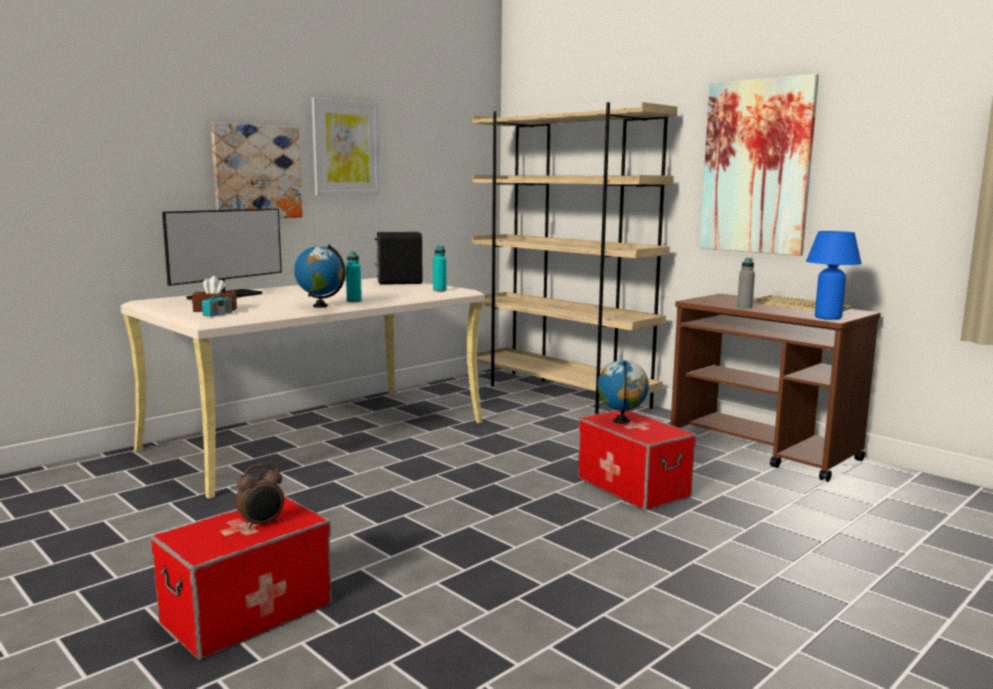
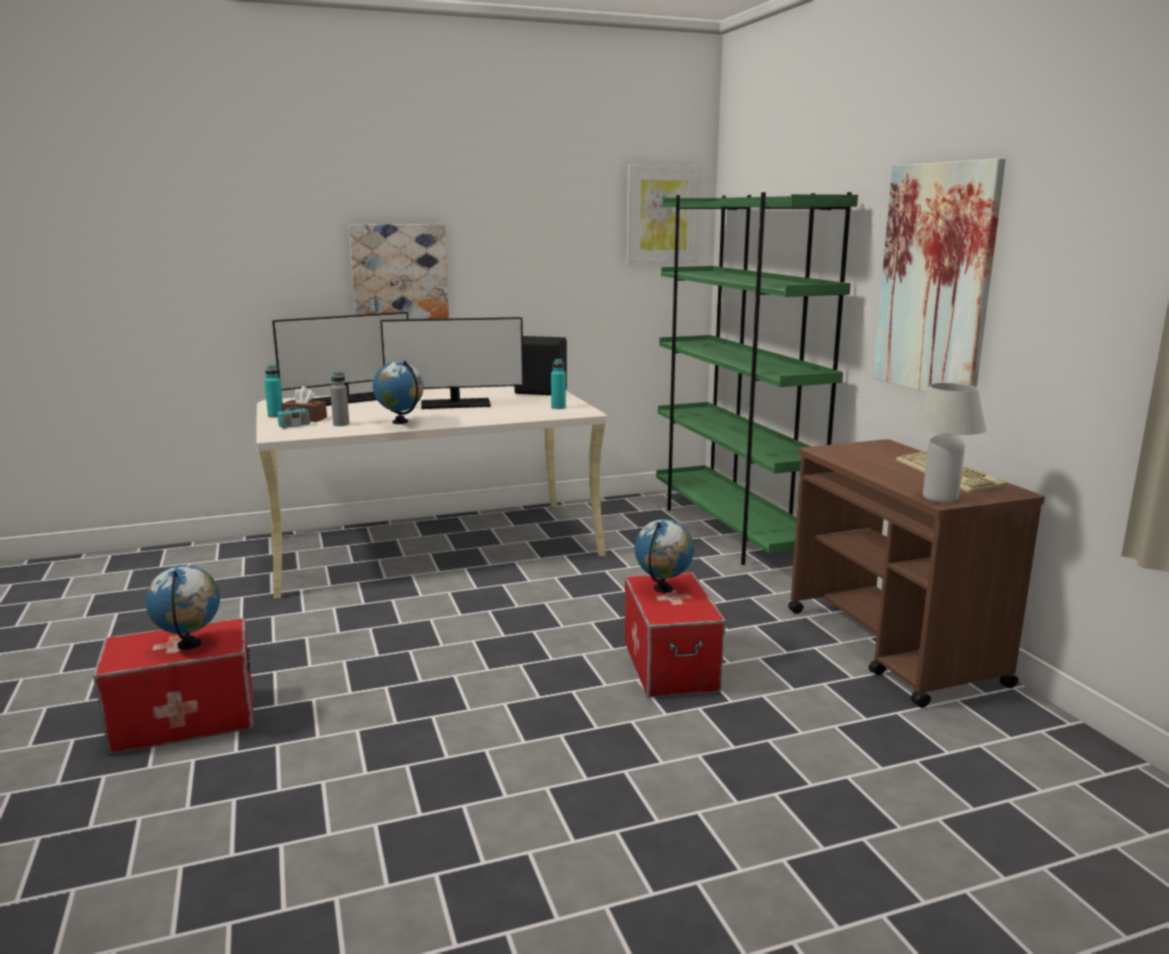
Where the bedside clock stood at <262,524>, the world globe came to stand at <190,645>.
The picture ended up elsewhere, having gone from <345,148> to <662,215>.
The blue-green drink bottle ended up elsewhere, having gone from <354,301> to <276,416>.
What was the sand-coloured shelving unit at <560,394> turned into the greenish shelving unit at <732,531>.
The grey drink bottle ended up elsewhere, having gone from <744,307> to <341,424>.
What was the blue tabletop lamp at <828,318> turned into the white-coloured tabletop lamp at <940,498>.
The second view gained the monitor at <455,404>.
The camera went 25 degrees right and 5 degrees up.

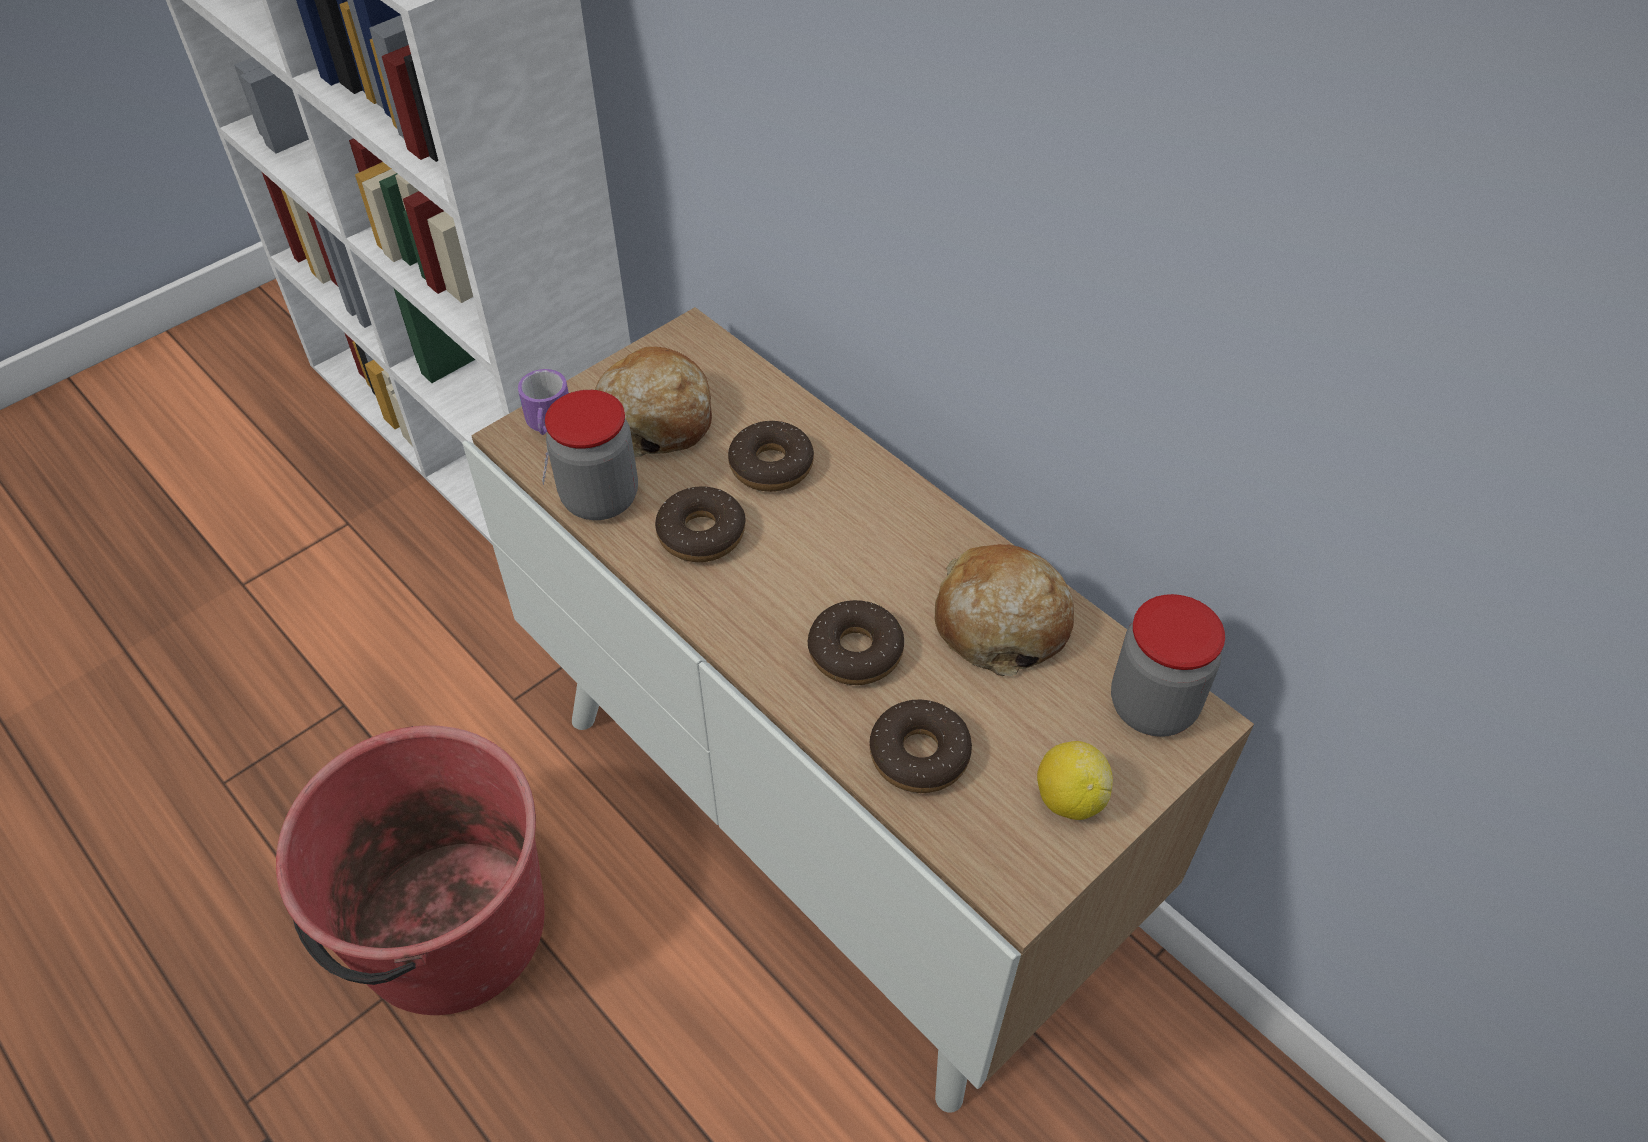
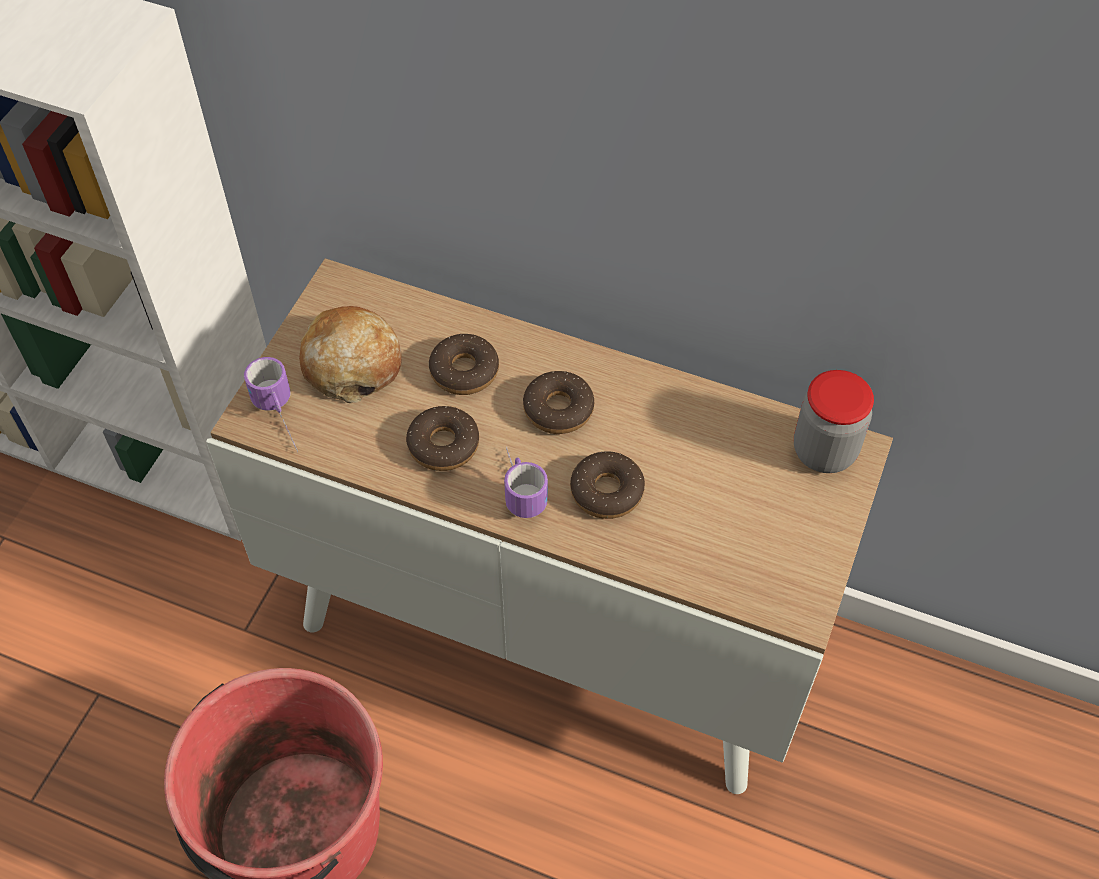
The second view lost the jar at <600,498>.
The doughnut ended up elsewhere, having gone from <919,755> to <558,409>.
The second view lost the baked bread at <1000,622>.
The second view lost the whole lemon at <1069,798>.
The second view gained the mug at <519,487>.
The camera went 25 degrees left and 5 degrees up.

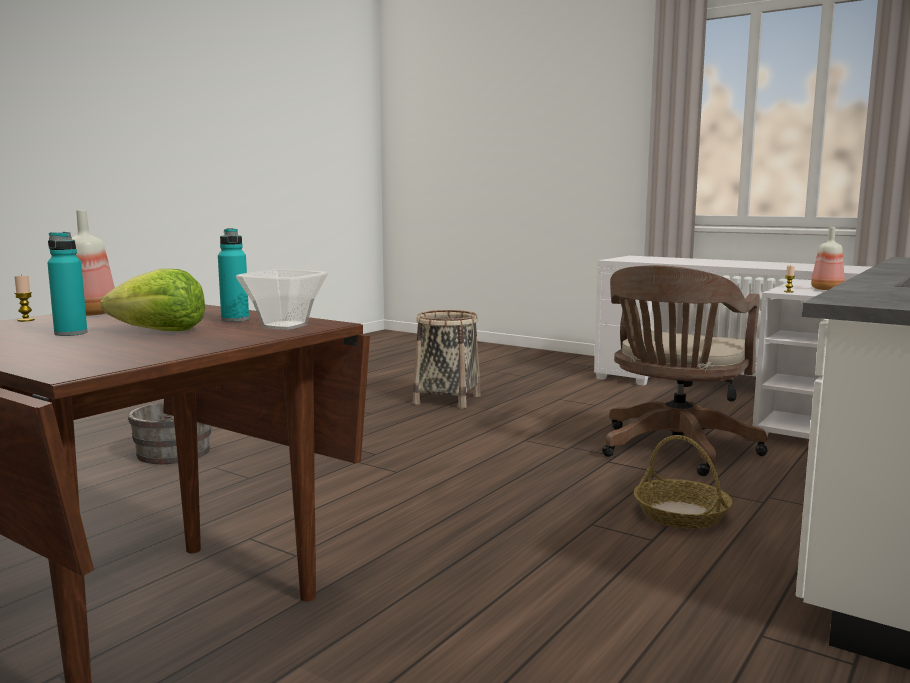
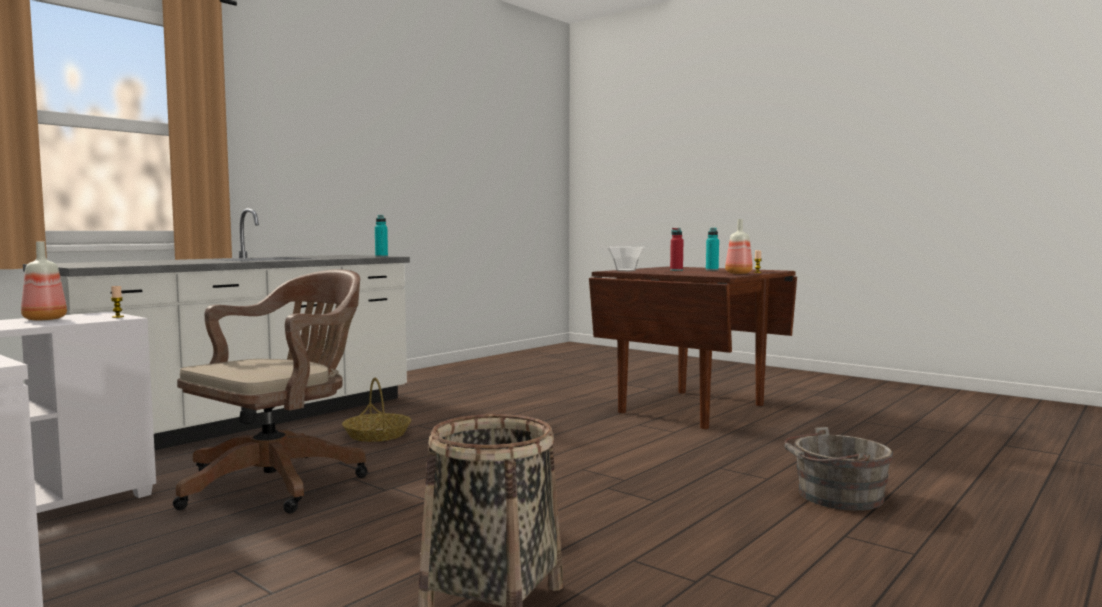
Where the lettuce stood at <160,331>, the reddish drink bottle came to stand at <676,270>.
The blue-green drink bottle ended up elsewhere, having gone from <235,319> to <381,257>.
The camera went 175 degrees left and 5 degrees down.

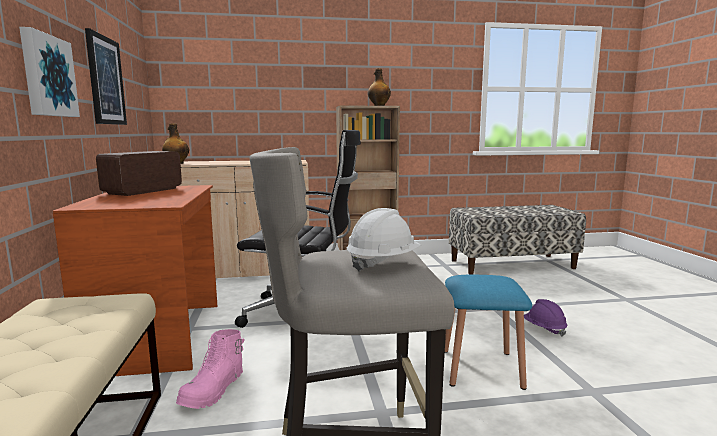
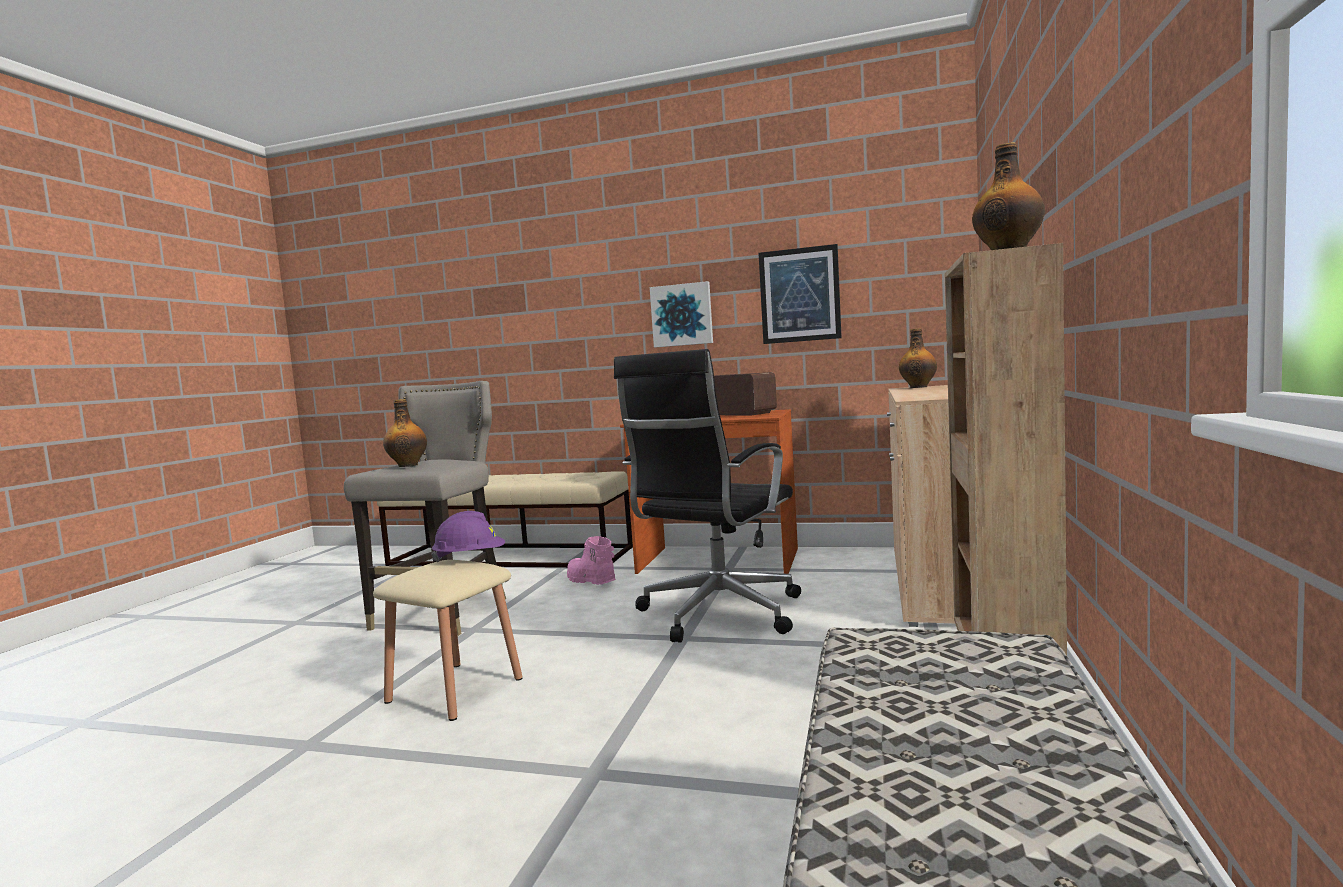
Where the white-coloured safety helmet stood at <383,263>, the drink bottle came to stand at <408,465>.
What was the blue sitting stool at <481,368> turned into the sand-coloured sitting stool at <455,690>.
The purple safety helmet ended up elsewhere, having gone from <543,329> to <470,559>.
The camera went 115 degrees right and 5 degrees down.

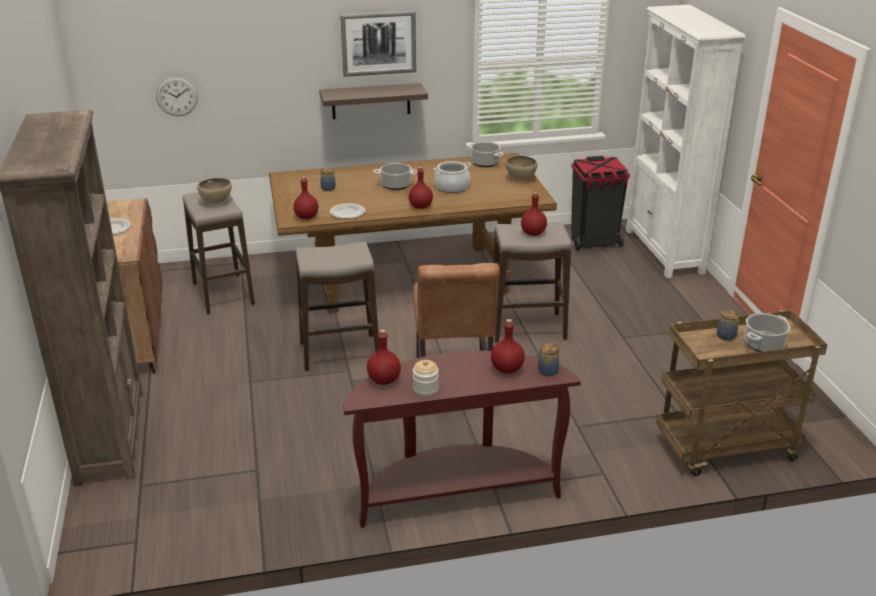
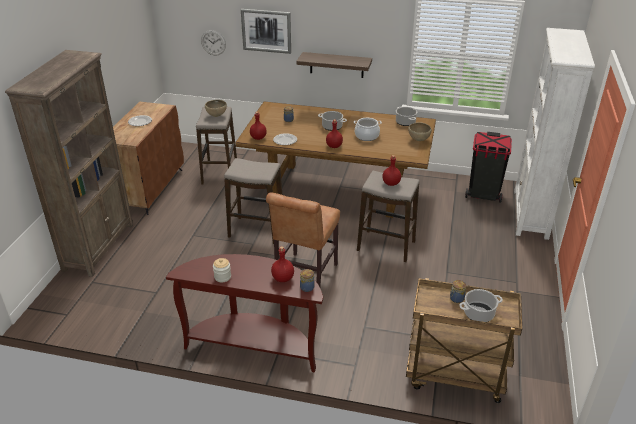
The picture ended up elsewhere, having gone from <378,43> to <266,31>.
The second view lost the reddish drink bottle at <384,380>.
The camera went 25 degrees right and 5 degrees up.

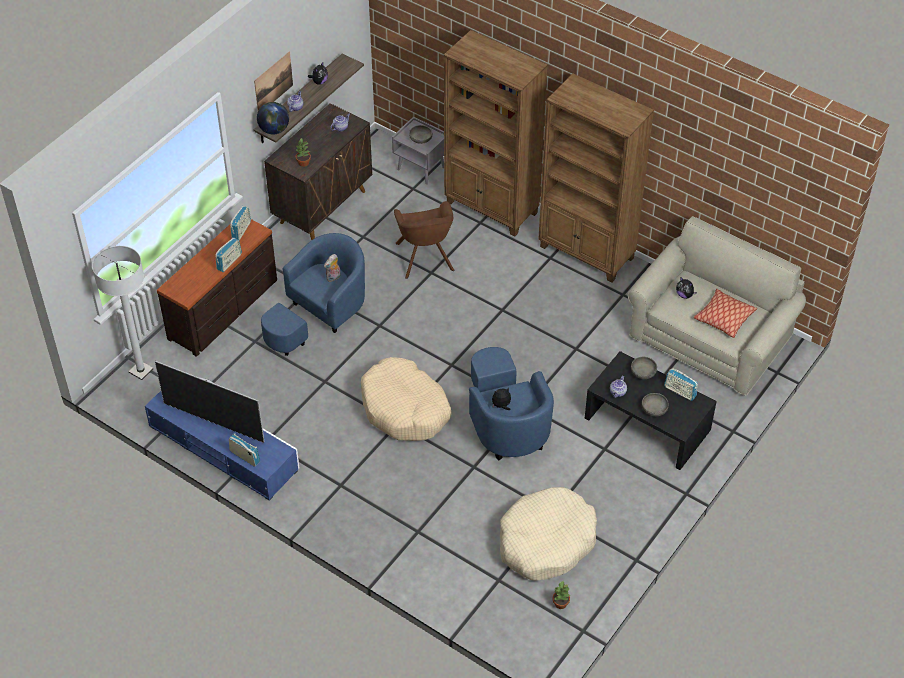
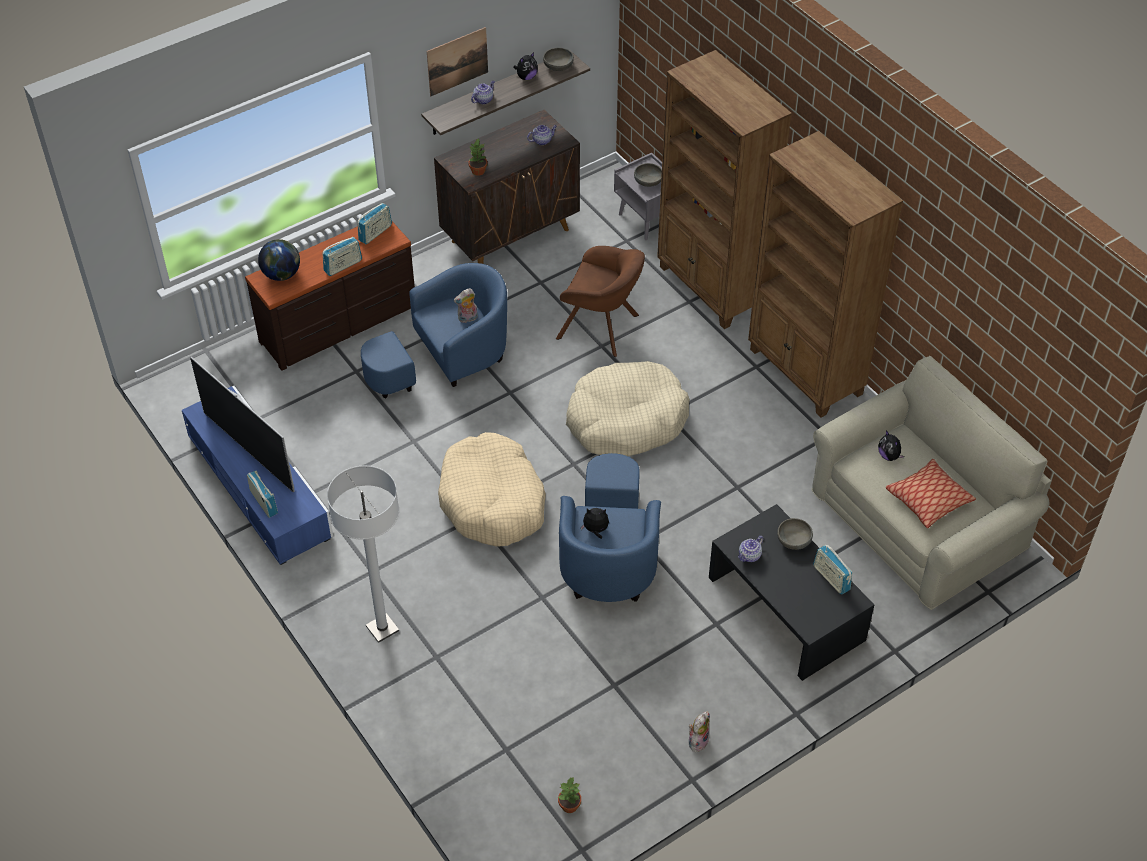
The white-coloured standing lamp ended up elsewhere, having gone from <141,371> to <382,629>.
The world globe ended up elsewhere, having gone from <274,130> to <282,274>.
The brown-coloured easy chair at <425,259> ended up facing another way, 75 degrees counterclockwise from before.
The sand-coloured dog cushion ended up elsewhere, having gone from <546,541> to <626,420>.
The grey bowl ended up elsewhere, having gone from <654,410> to <558,66>.
The second view gained the plush toy at <697,740>.
The camera went 20 degrees right and 0 degrees up.

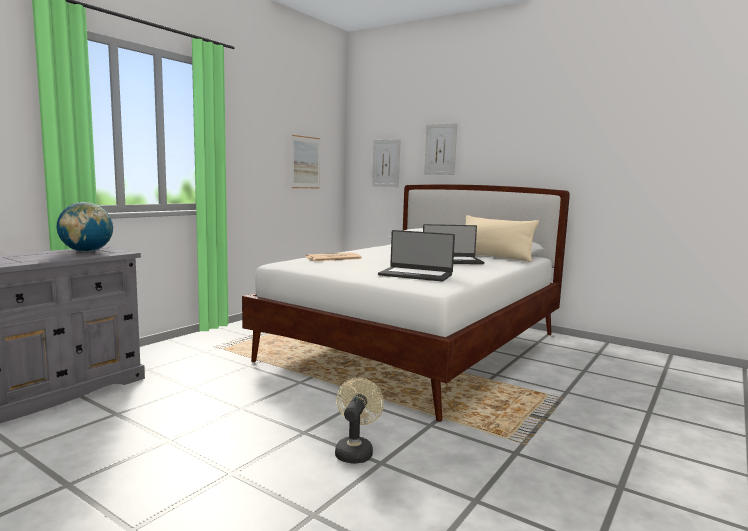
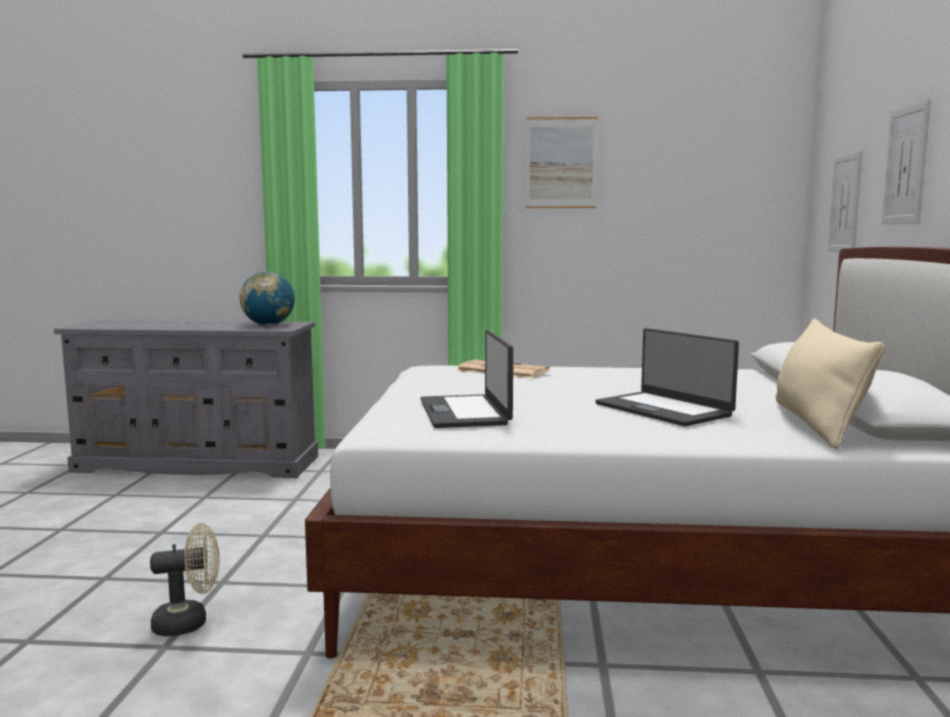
The picture ended up elsewhere, having gone from <305,162> to <561,163>.
The camera went 60 degrees right and 0 degrees up.

